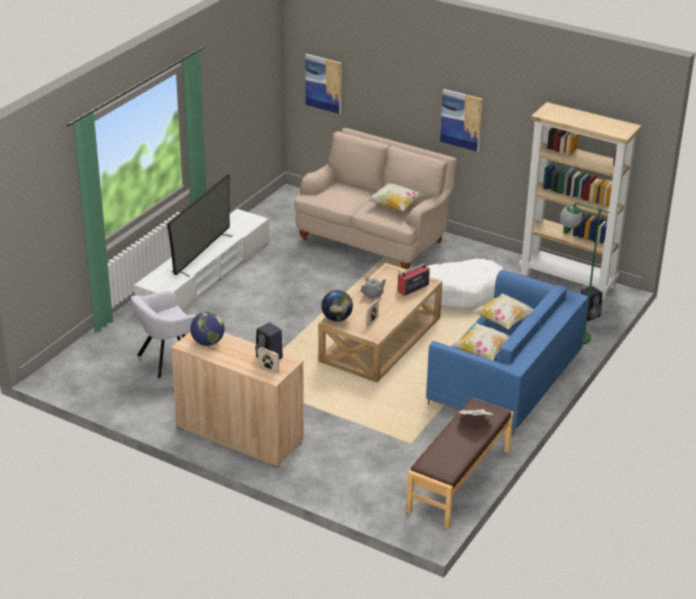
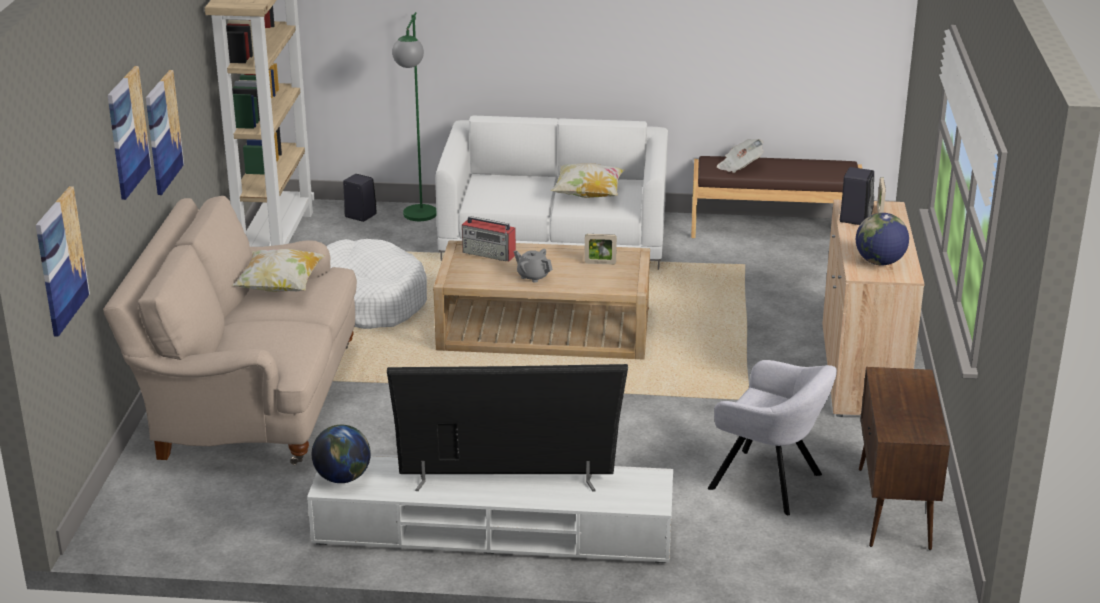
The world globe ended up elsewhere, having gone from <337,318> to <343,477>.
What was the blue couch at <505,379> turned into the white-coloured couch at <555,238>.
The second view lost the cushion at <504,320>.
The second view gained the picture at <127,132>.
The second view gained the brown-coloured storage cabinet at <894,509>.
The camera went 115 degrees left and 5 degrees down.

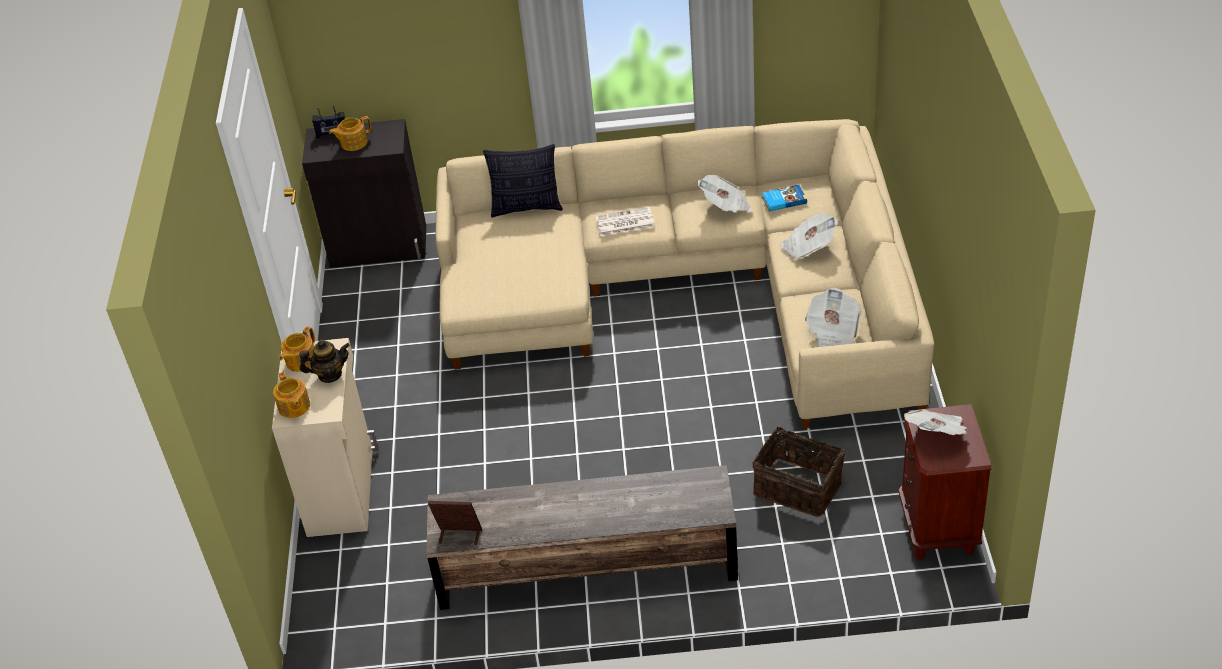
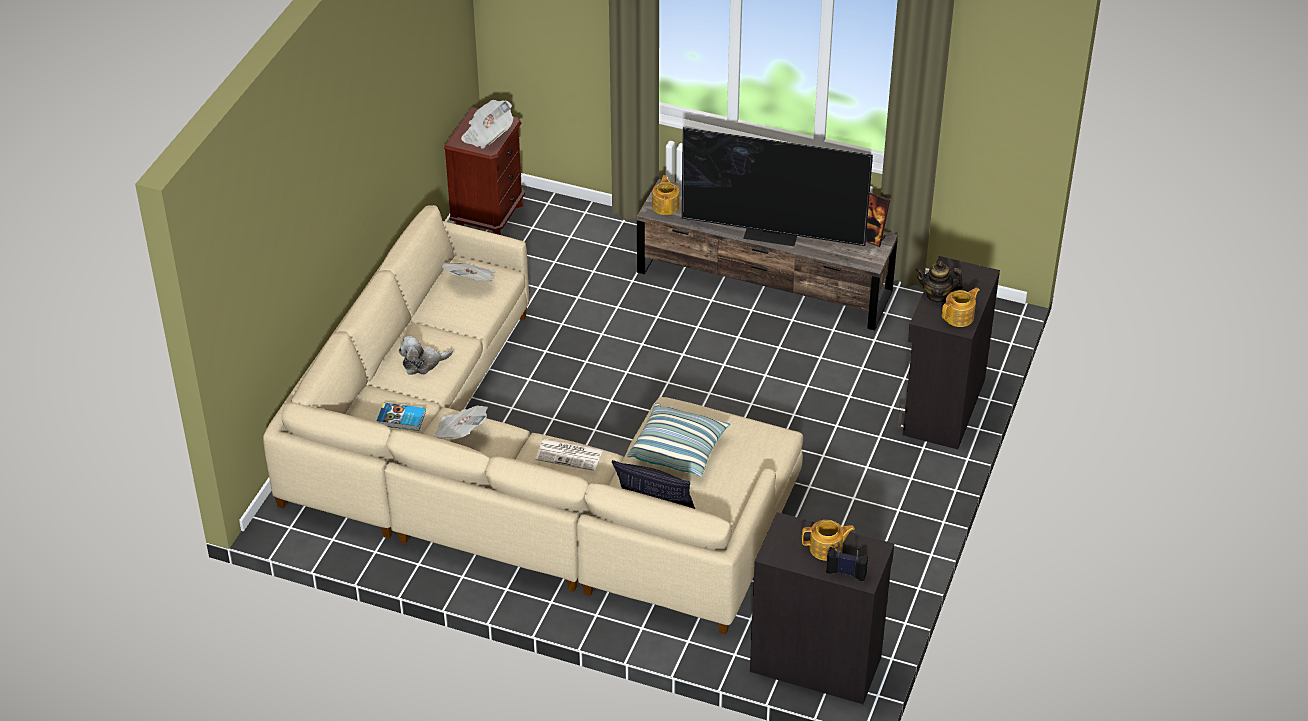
What was the sand-coloured storage cabinet at <342,490> turned into the black-coloured storage cabinet at <942,407>.
The teapot ended up elsewhere, having gone from <294,407> to <666,206>.
The second view lost the household basket at <798,486>.
Where the printed paper stood at <808,247>, the plush toy came to stand at <423,363>.
The second view gained the cushion at <678,450>.
The second view gained the TV at <772,233>.
The camera went 160 degrees left and 0 degrees up.

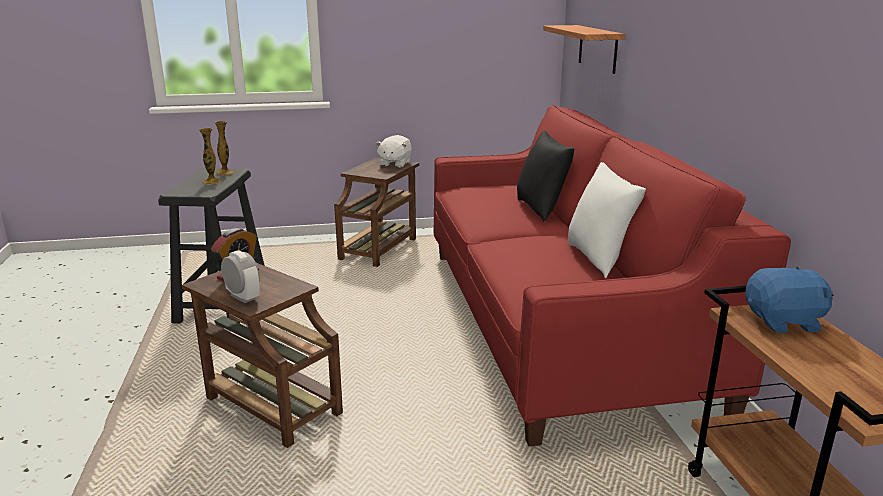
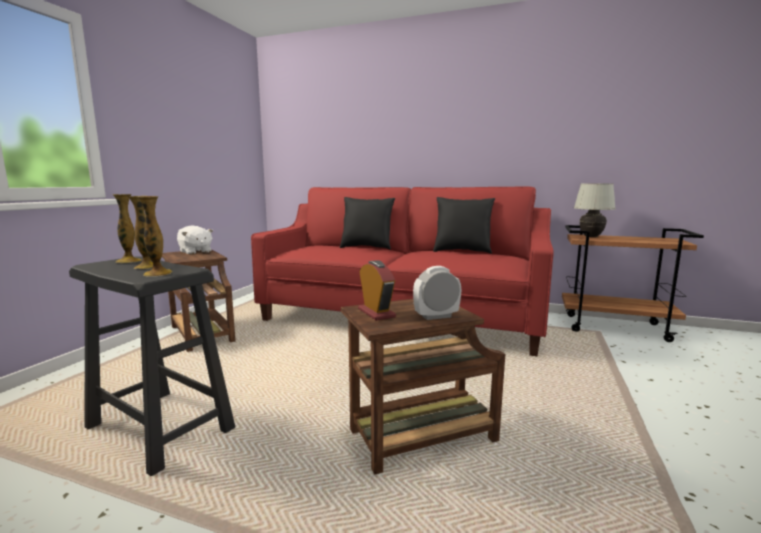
The second view lost the wall shelf at <597,48>.
What was the white-coloured cushion at <599,259> turned into the black-coloured cushion at <462,251>.
Where the blue plush toy stood at <784,322>, the white-coloured tabletop lamp came to stand at <591,237>.
The second view gained the flower vase at <158,273>.
The camera went 60 degrees left and 10 degrees down.

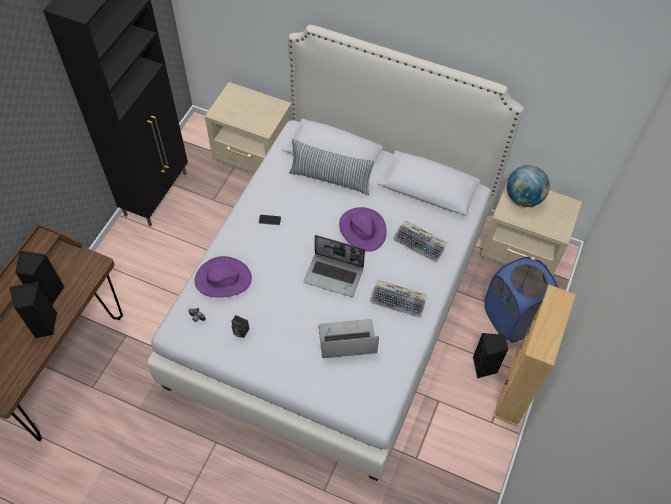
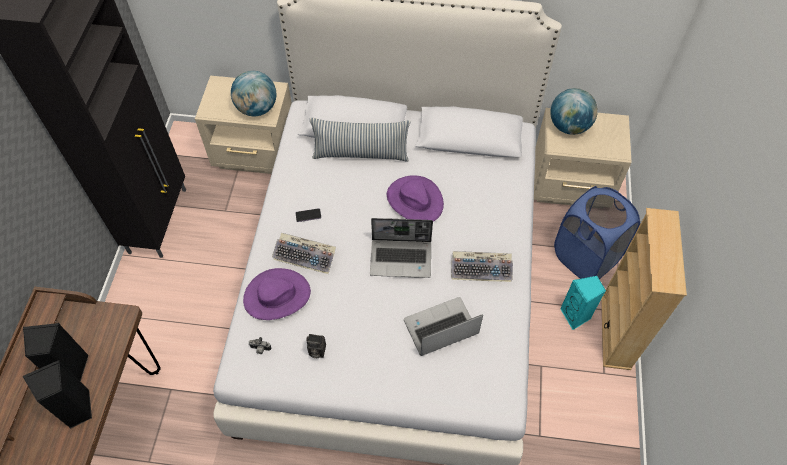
The keyboard ended up elsewhere, having gone from <420,244> to <306,256>.
What was the black-coloured speaker at <485,367> turned into the blue-green speaker at <576,316>.
The second view gained the world globe at <257,109>.
The camera went 15 degrees left and 0 degrees up.

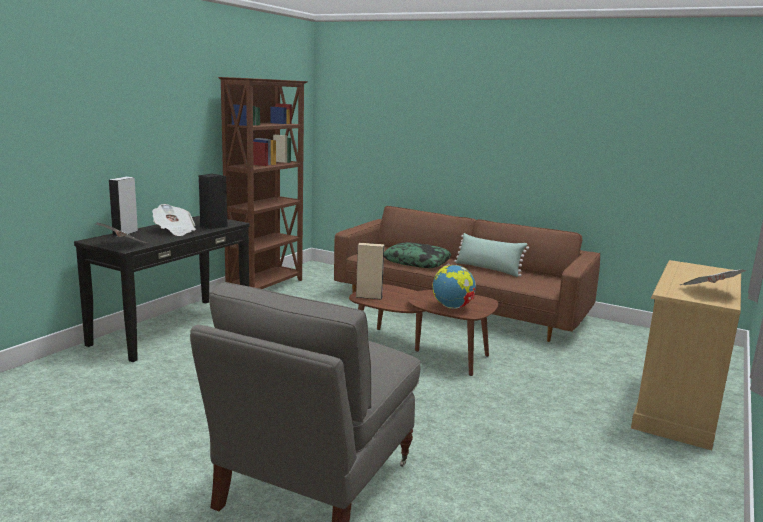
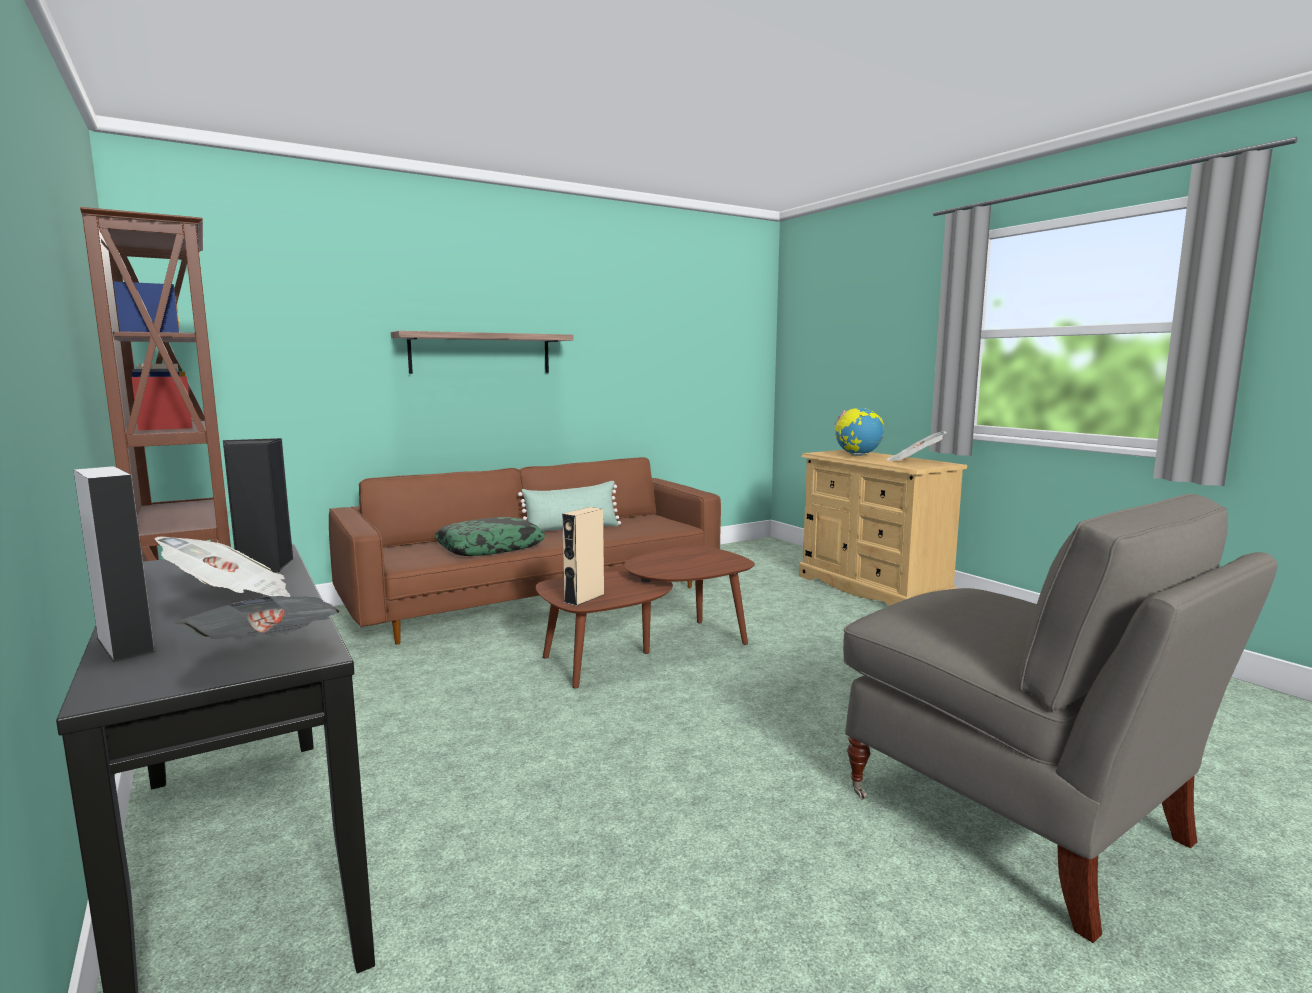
The world globe ended up elsewhere, having gone from <452,307> to <857,455>.
The second view gained the wall shelf at <481,353>.
The camera went 60 degrees left and 5 degrees down.

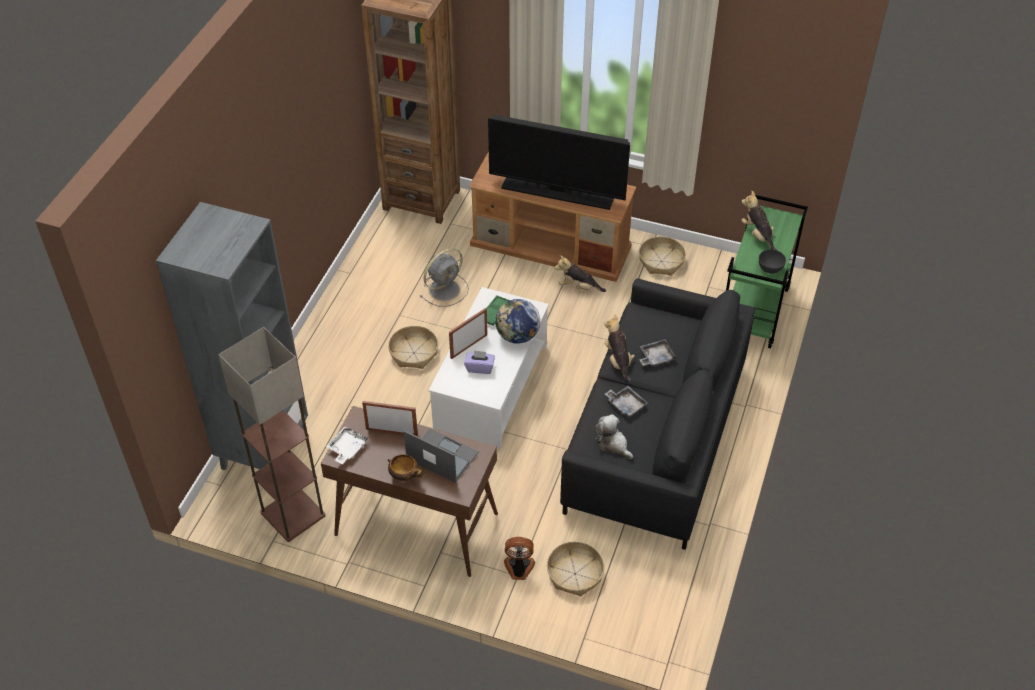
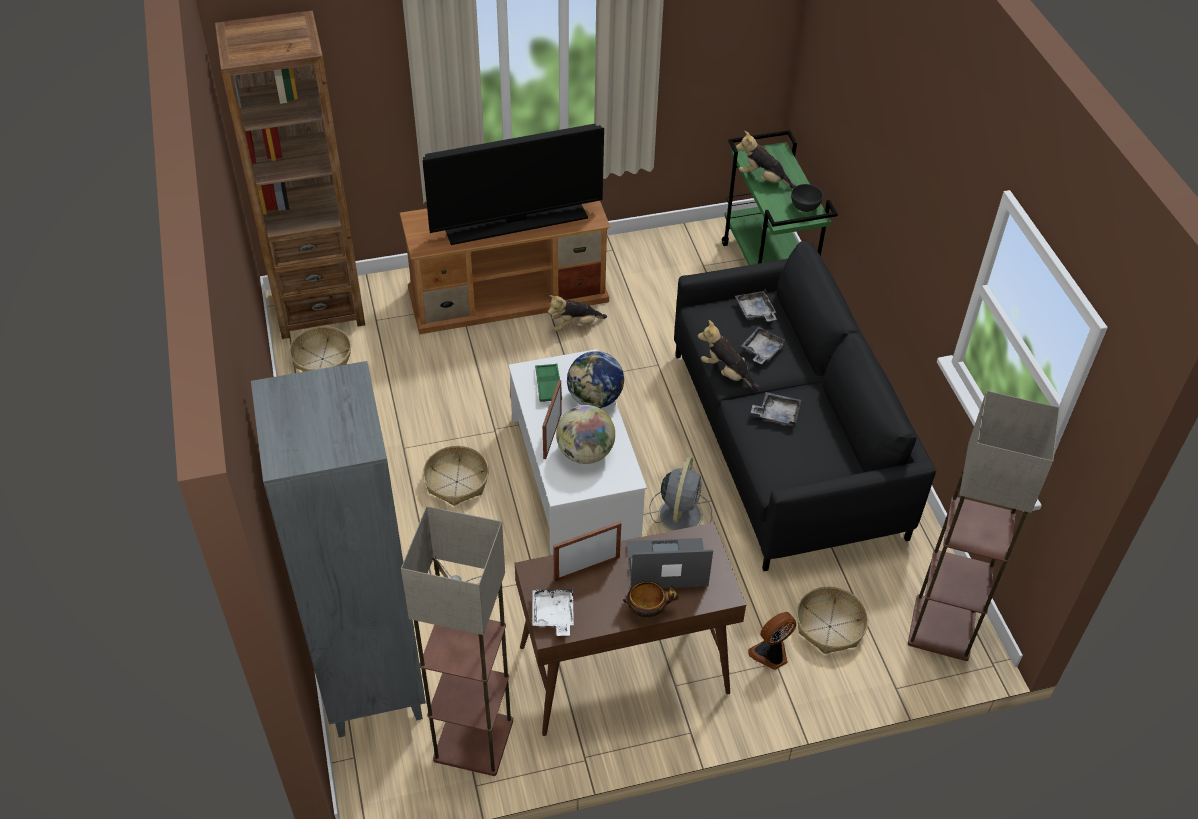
The grey cooling fan ended up elsewhere, having gone from <445,289> to <680,514>.
Where the purple tissue box stood at <479,367>, the world globe came to stand at <585,453>.
The second view lost the plush toy at <613,444>.
The household basket ended up elsewhere, having gone from <661,261> to <322,359>.
The second view gained the grey carrying tray at <755,311>.
The second view gained the standing lamp at <942,629>.
The camera went 35 degrees left and 0 degrees up.

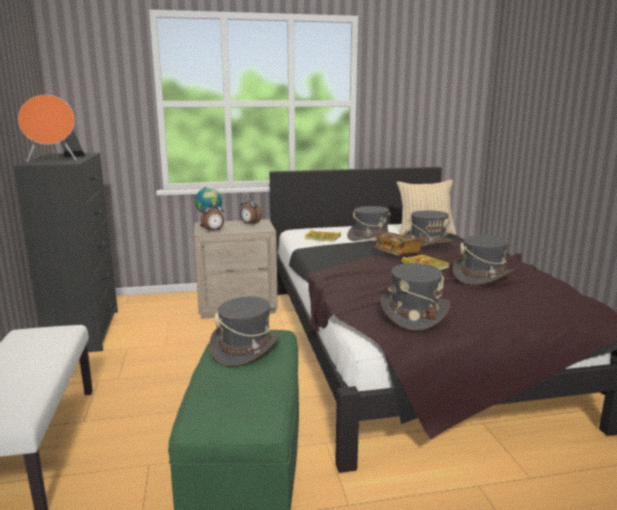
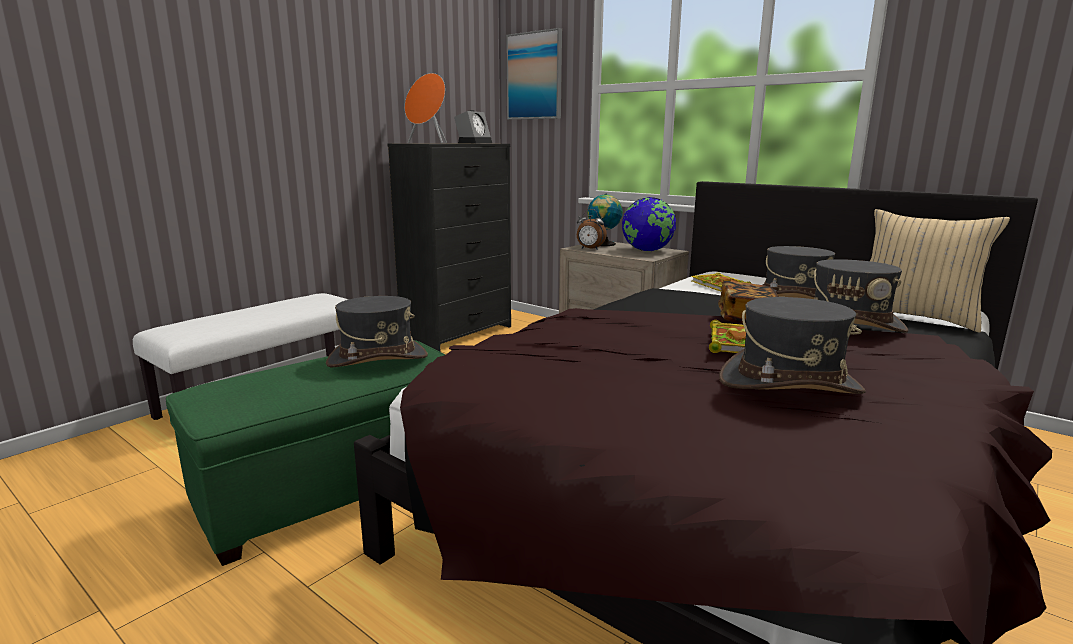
Where the bedside clock stood at <250,224>, the world globe came to stand at <647,251>.
The second view lost the grey clothing hat at <413,314>.
The second view gained the picture at <534,76>.
The camera went 50 degrees right and 0 degrees up.

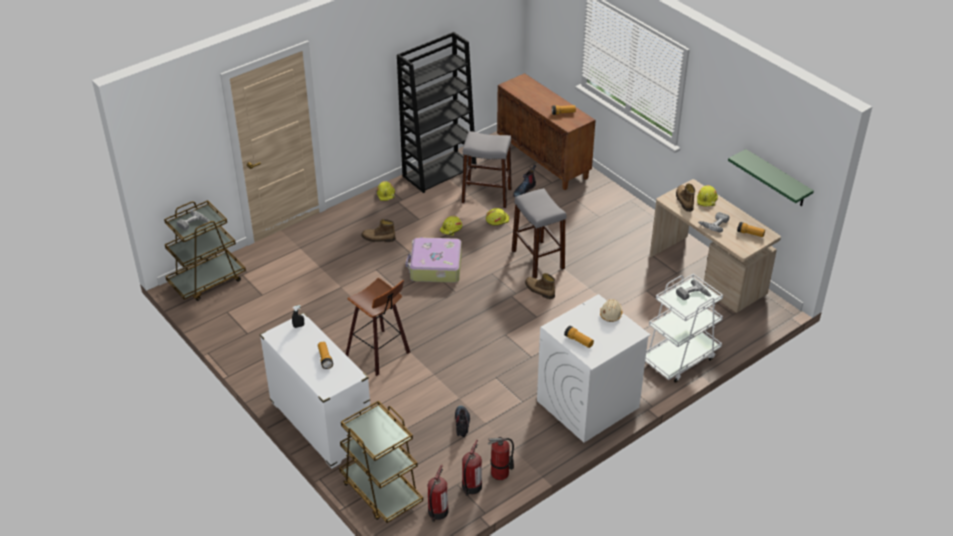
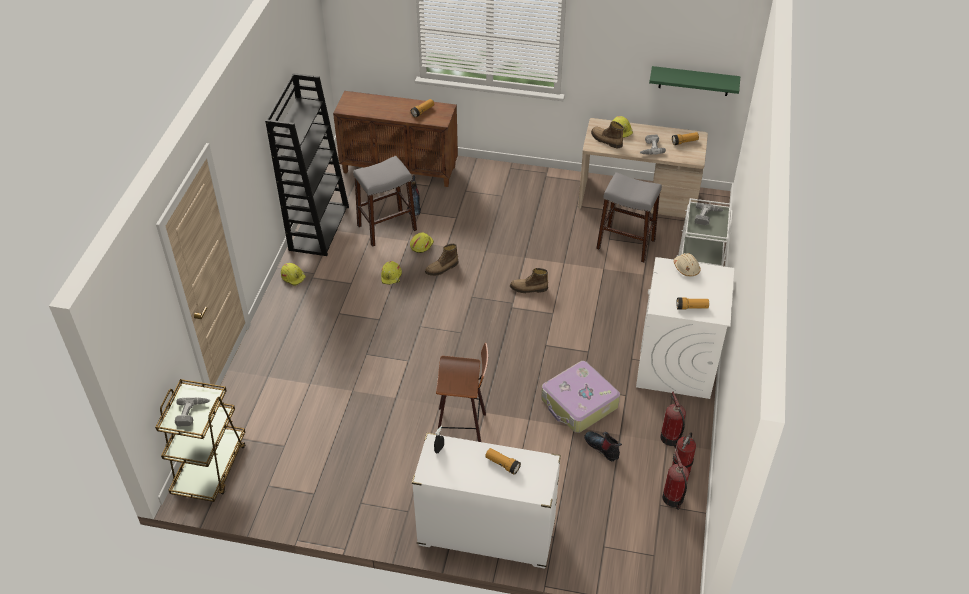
The second view lost the brown-coloured cart at <381,491>.
The boot ended up elsewhere, having gone from <378,239> to <442,268>.
The piece of luggage ended up elsewhere, having gone from <435,267> to <579,404>.
The fire extinguisher ended up elsewhere, having gone from <437,512> to <671,438>.
The grey sitting stool ended up elsewhere, having gone from <538,259> to <625,244>.
The camera went 40 degrees left and 5 degrees up.

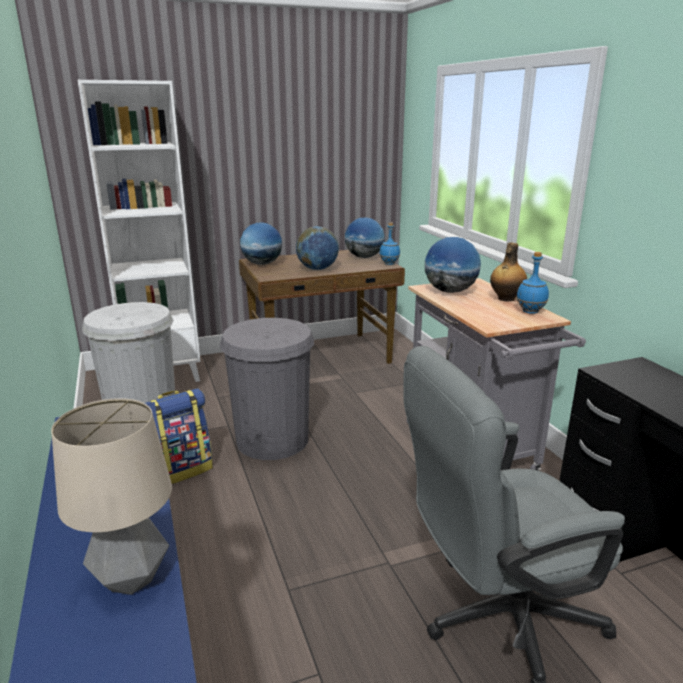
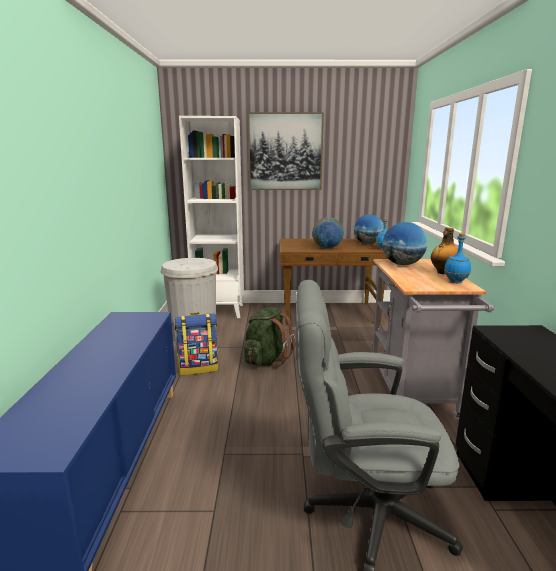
The second view lost the tabletop lamp at <132,578>.
Where the grey trash can stood at <272,439>, the greenish rucksack came to stand at <266,360>.
The second view lost the world globe at <262,264>.
The second view gained the picture at <285,152>.
The camera went 20 degrees right and 5 degrees down.

